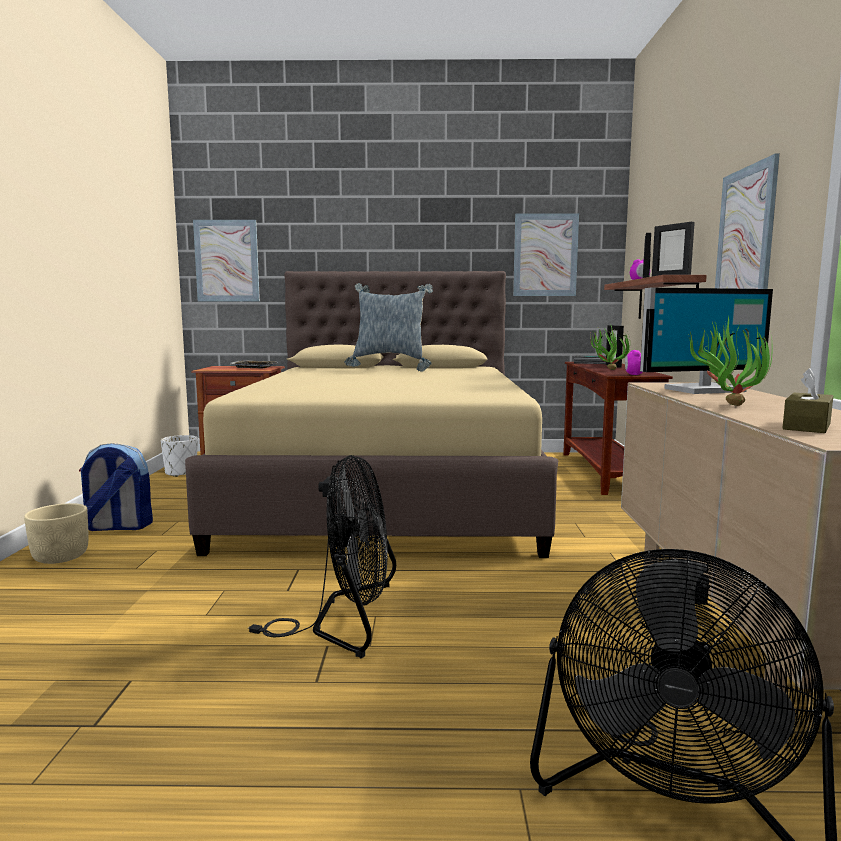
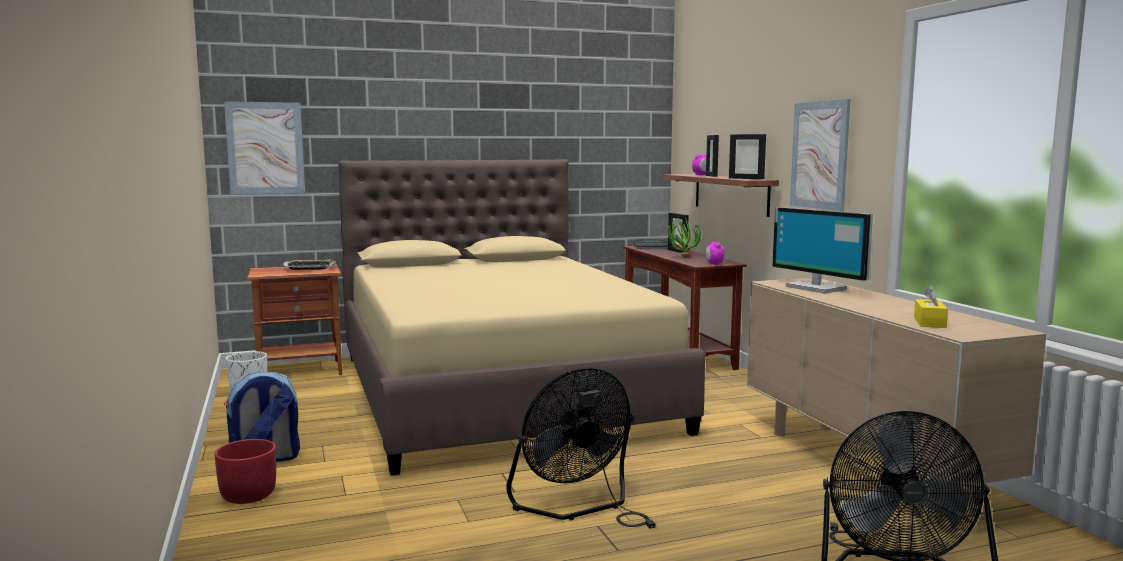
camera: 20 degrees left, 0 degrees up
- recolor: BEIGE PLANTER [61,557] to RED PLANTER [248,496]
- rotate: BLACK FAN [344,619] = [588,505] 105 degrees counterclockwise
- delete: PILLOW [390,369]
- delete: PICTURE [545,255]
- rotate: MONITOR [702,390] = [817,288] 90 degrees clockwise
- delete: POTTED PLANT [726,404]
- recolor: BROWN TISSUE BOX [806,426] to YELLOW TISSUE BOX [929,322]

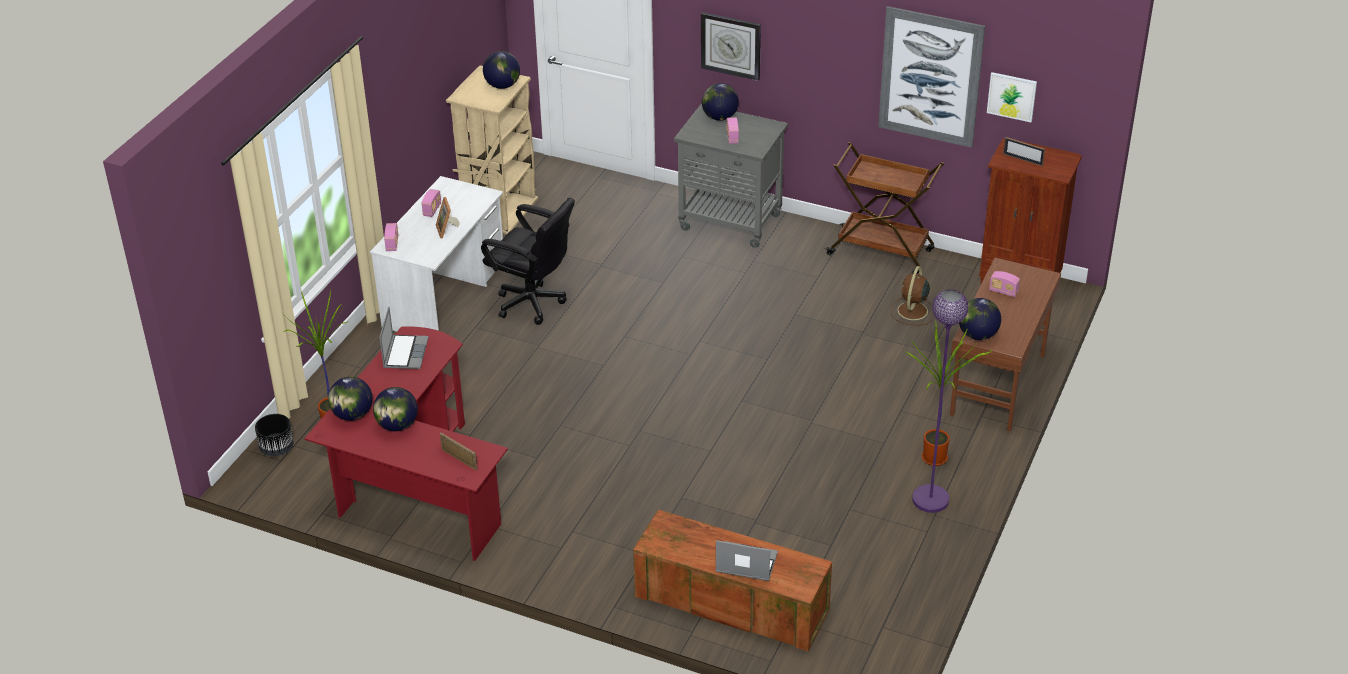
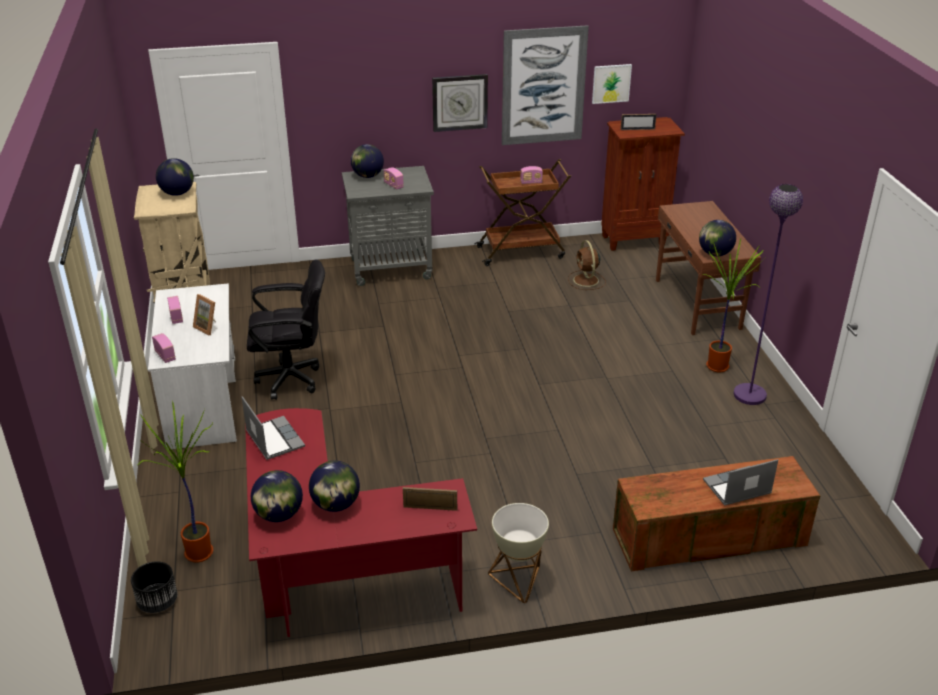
camera: 35 degrees left, 5 degrees down
- move: WALL CLOCK [731,45] to [460,102]
- move: RADIO [1003,291] to [531,182]
- insert: PLANTER [518,580]

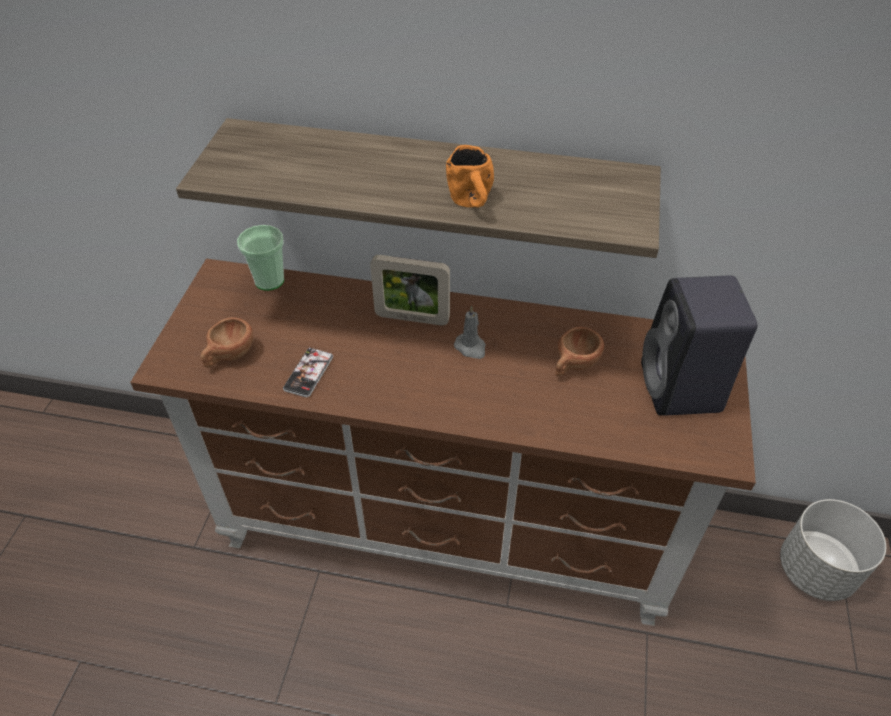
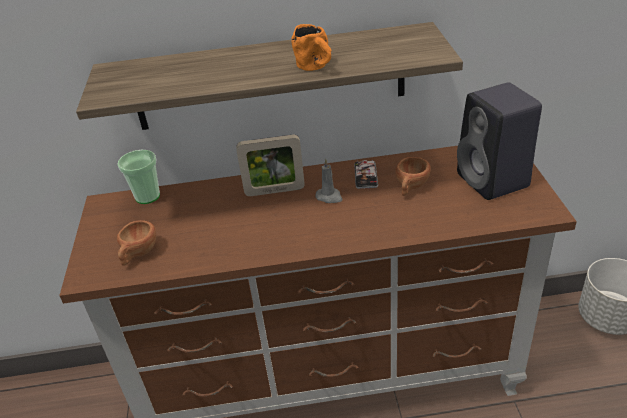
camera: 15 degrees left, 10 degrees down
- move: PHONE [308,373] to [365,175]

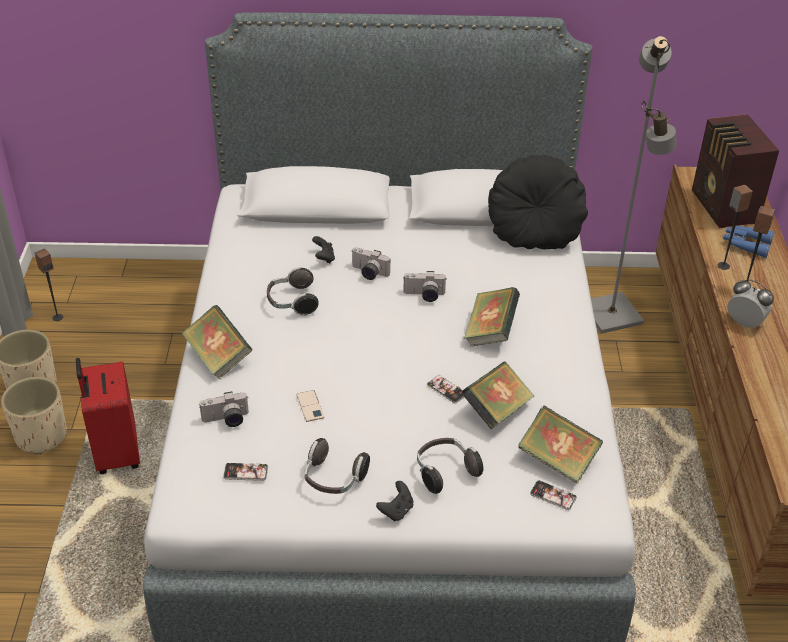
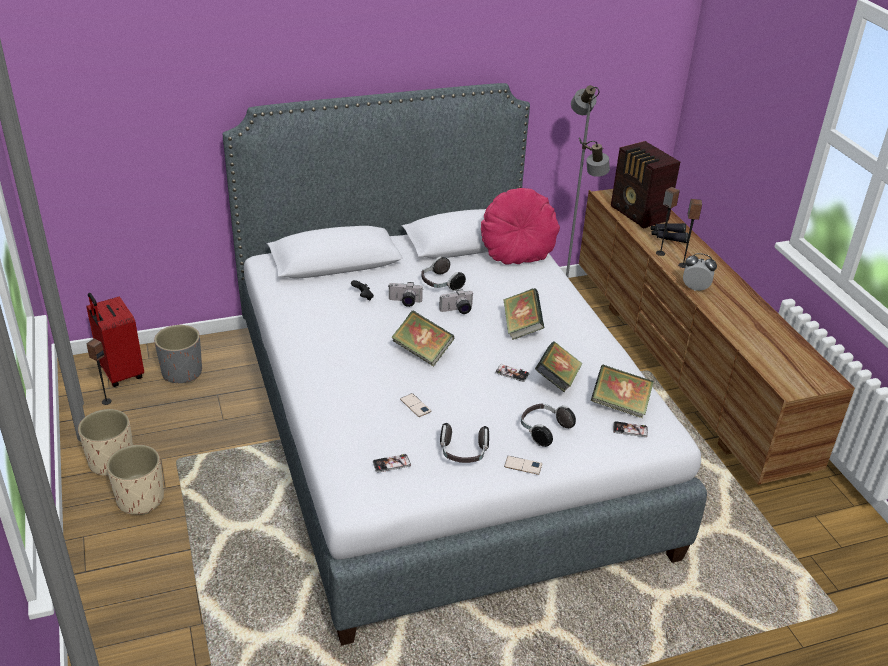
camera: 20 degrees left, 5 degrees down
- move: RED SUITCASE [115,454] to [120,373]
- move: BOOK [218,357] to [422,352]
- delete: PHOTO CAMERA [226,420]
- move: HEADPHONES [292,302] to [440,284]
- replace: BLACK GAME CONTROLLER [396,511] to PHONE [523,465]
- recolor: BLACK PILLOW [533,239] to PINK PILLOW [517,257]
- recolor: BLUE BINOCULARS [746,244] to BLACK BINOCULARS [667,236]
- insert: GREY PLANTER [182,372]

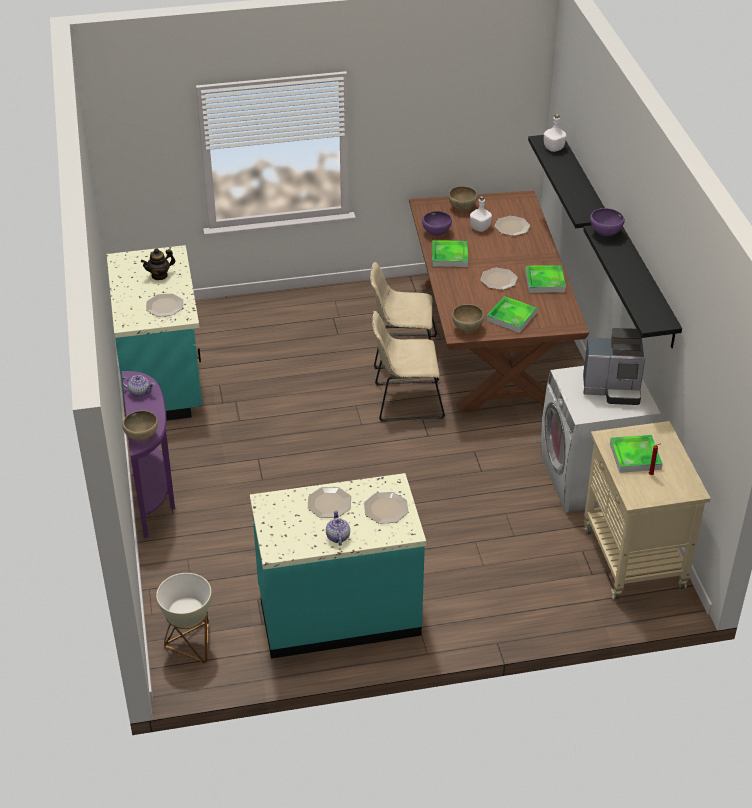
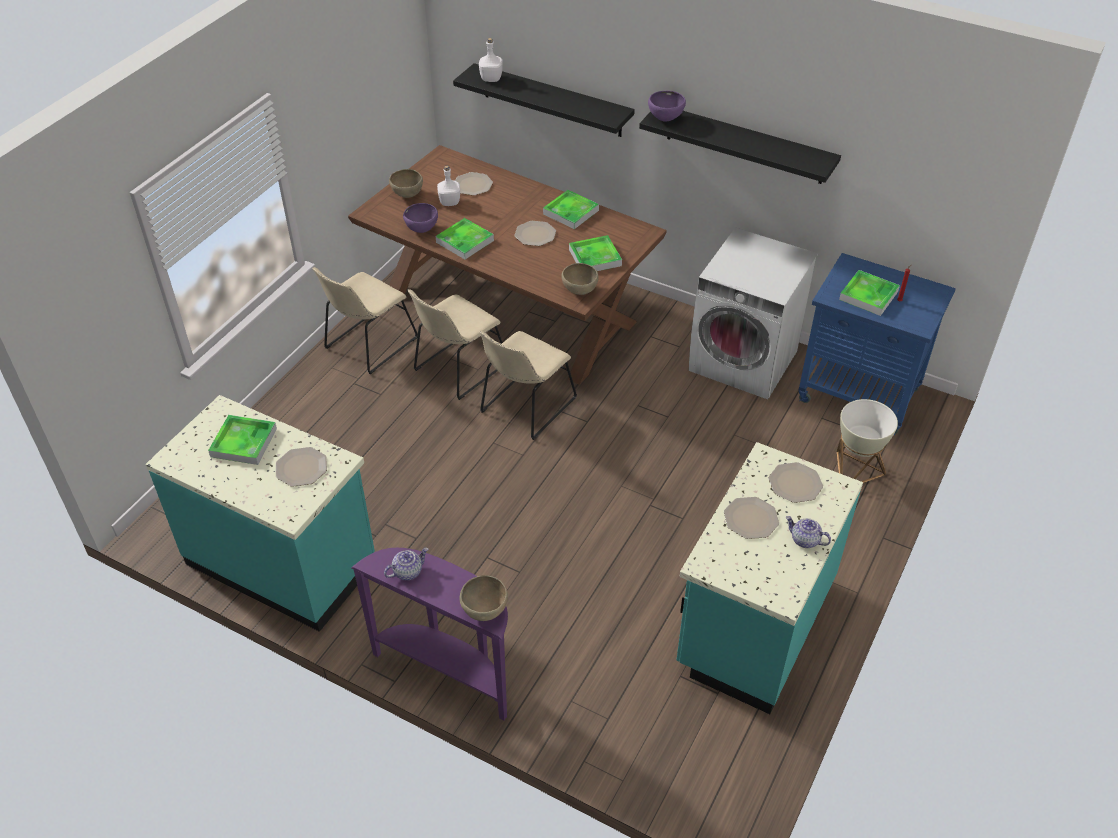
camera: 50 degrees left, 5 degrees up
- replace: TEAPOT [159,275] to TRAY [244,442]
- move: PLANTER [190,643] to [854,472]
- delete: COFFEE MACHINE [613,389]
- recolor: BEIGE CART [633,560] to BLUE CART [859,396]
- insert: BEIGE CHAIR [368,345]

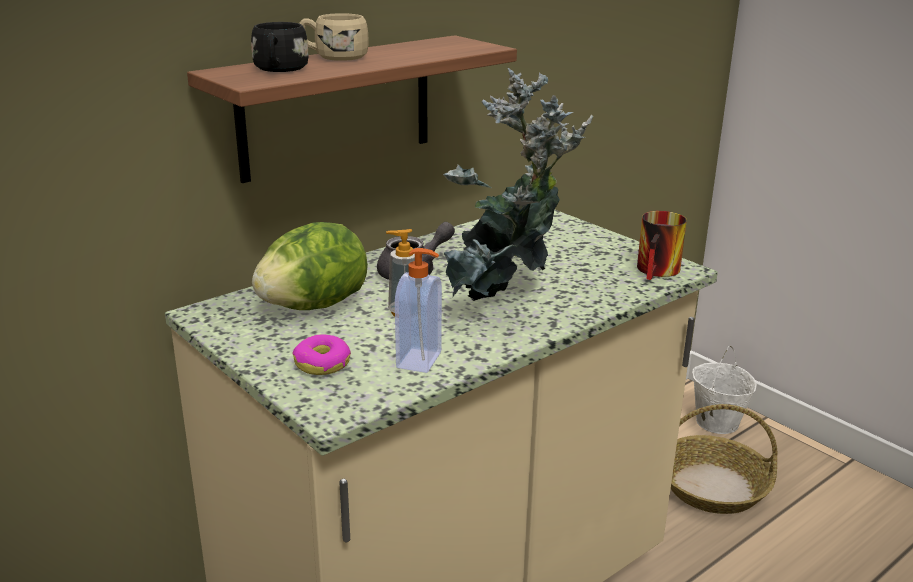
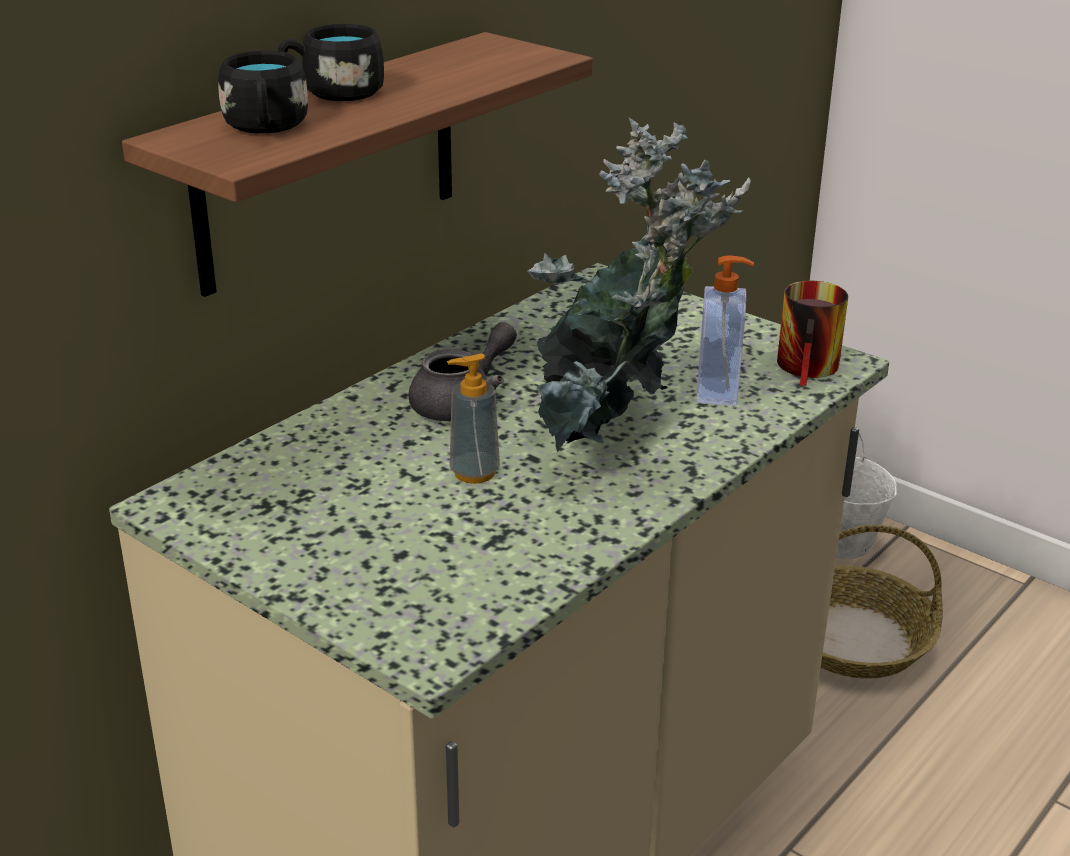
camera: 10 degrees left, 5 degrees up
- delete: LETTUCE [314,306]
- delete: DONUT [322,363]
- recolor: BEIGE MUG [334,57] to BLACK MUG [333,93]
- move: SOAP DISPENSER [420,360] to [719,392]

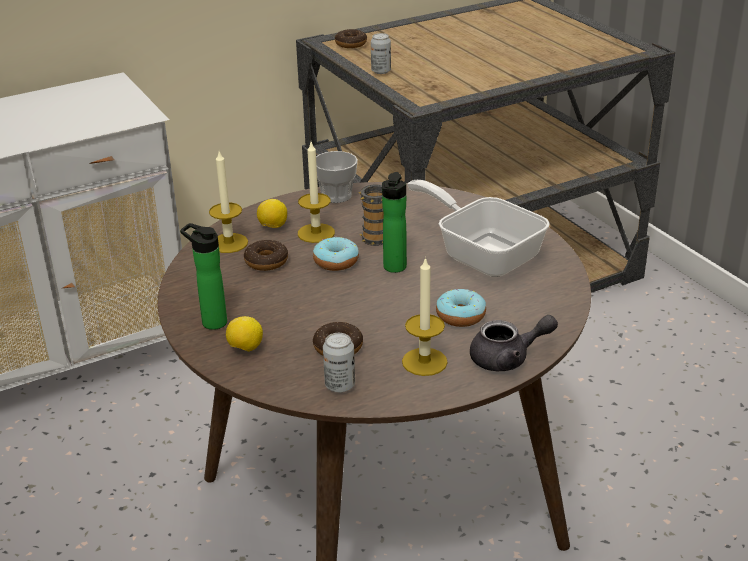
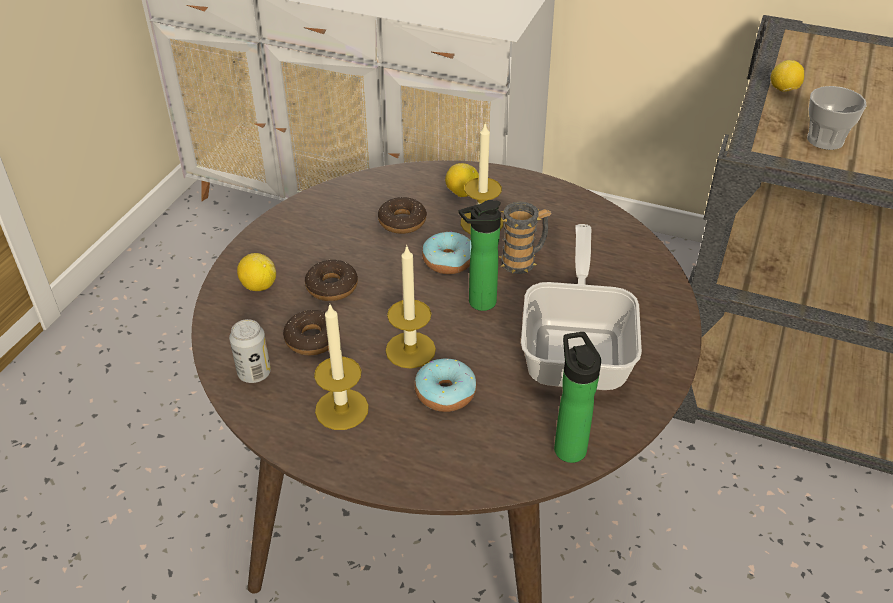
camera: 50 degrees right, 10 degrees up
- move: BOTTLE [211,321] to [568,446]
- move: CANDLE [229,243] to [410,350]
- move: CUP [336,196] to [825,140]
- move: DONUT [351,44] to [332,287]
- replace: CAN [381,71] to LEMON [784,90]
- delete: GREY TEAPOT [508,358]

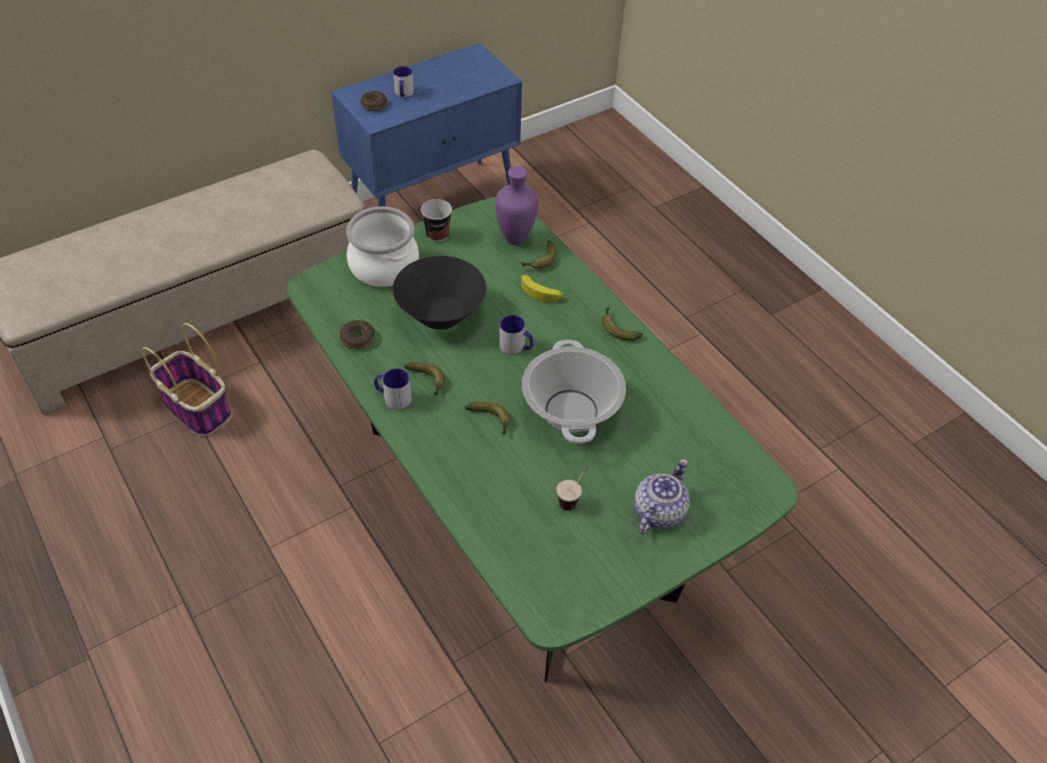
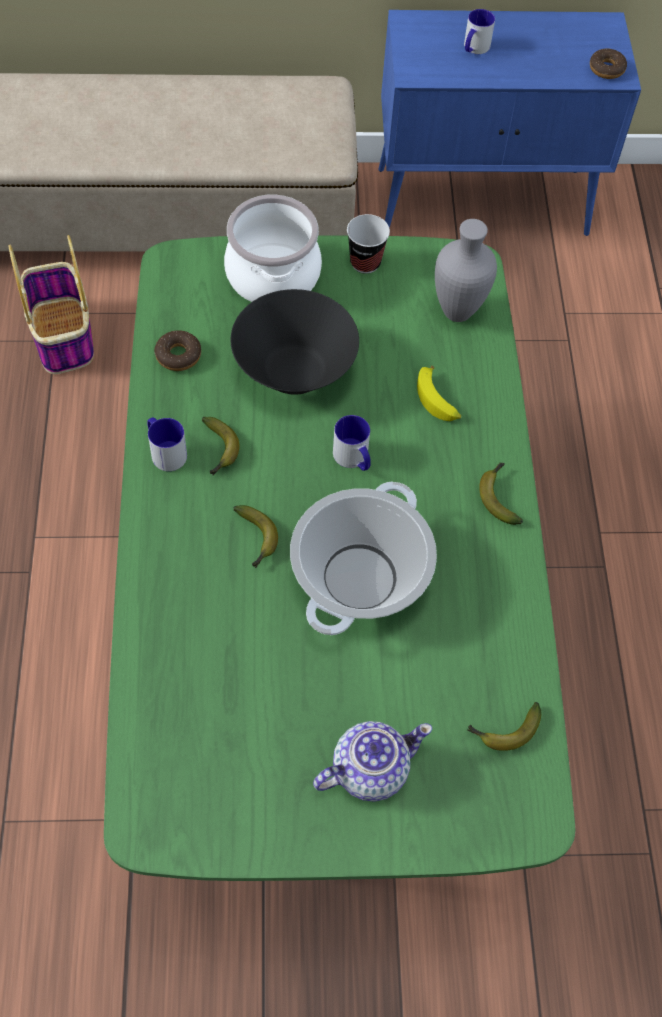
camera: 30 degrees right, 10 degrees up
- move: DONUT [374,104] to [606,69]
- recolor: PURPLE VASE [515,238] to GREY VASE [457,310]
- move: BANANA [540,261] to [504,731]
- delete: CUP [574,498]

